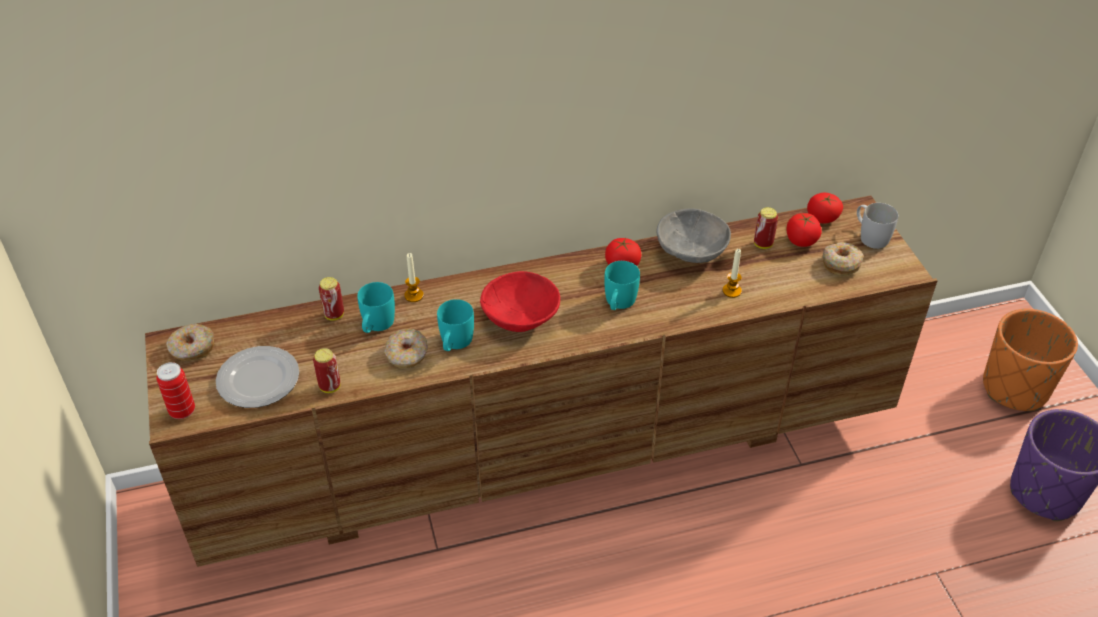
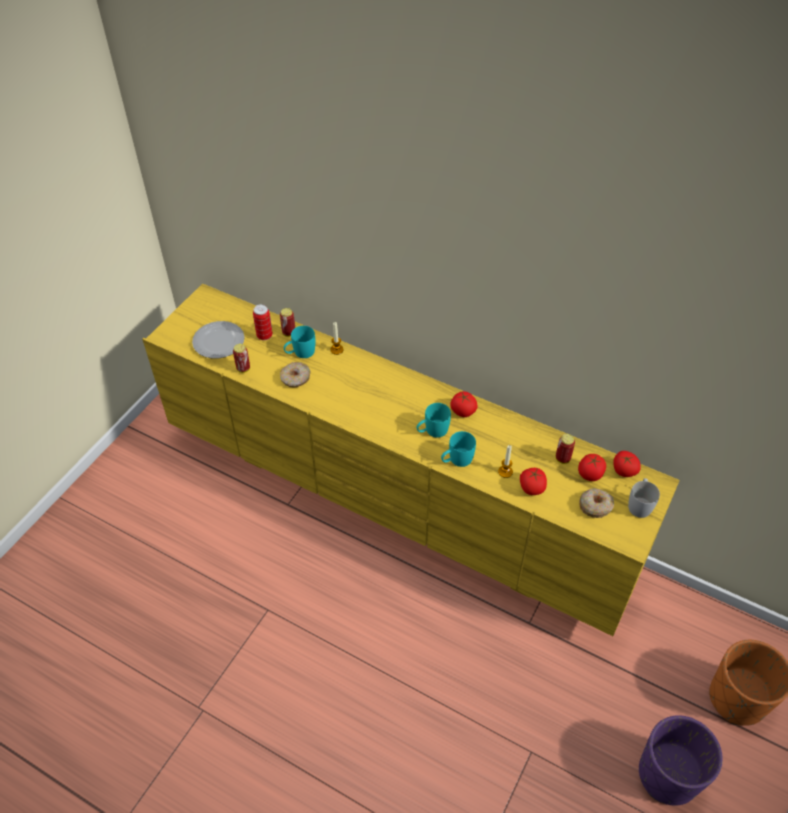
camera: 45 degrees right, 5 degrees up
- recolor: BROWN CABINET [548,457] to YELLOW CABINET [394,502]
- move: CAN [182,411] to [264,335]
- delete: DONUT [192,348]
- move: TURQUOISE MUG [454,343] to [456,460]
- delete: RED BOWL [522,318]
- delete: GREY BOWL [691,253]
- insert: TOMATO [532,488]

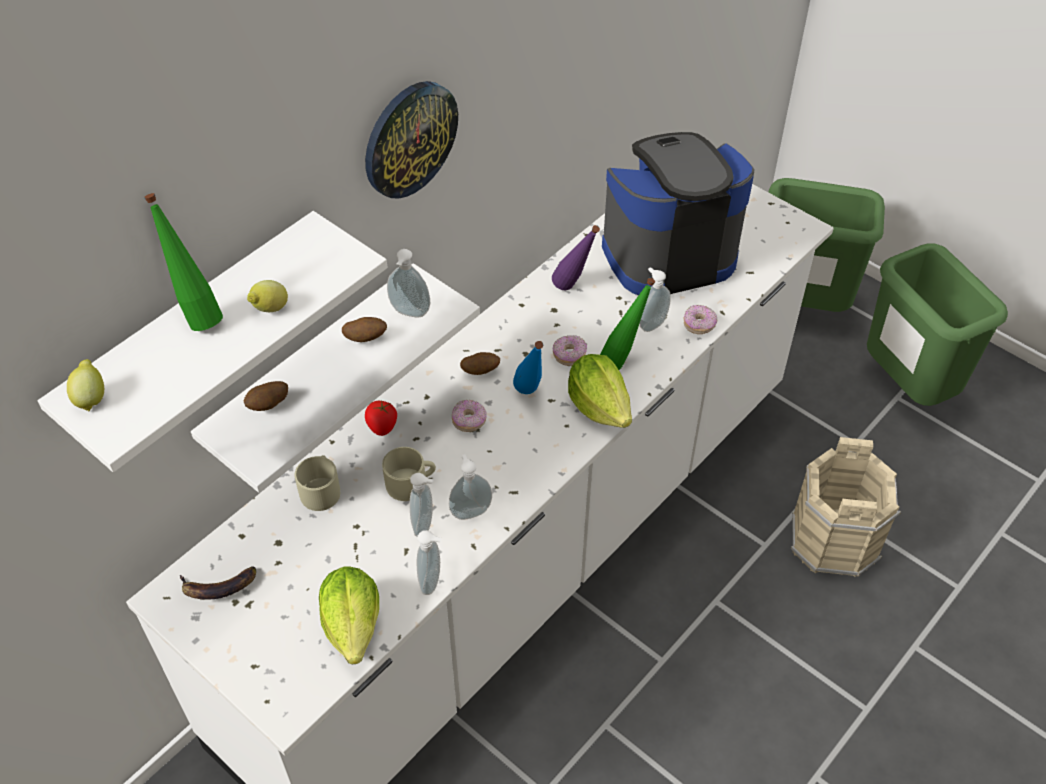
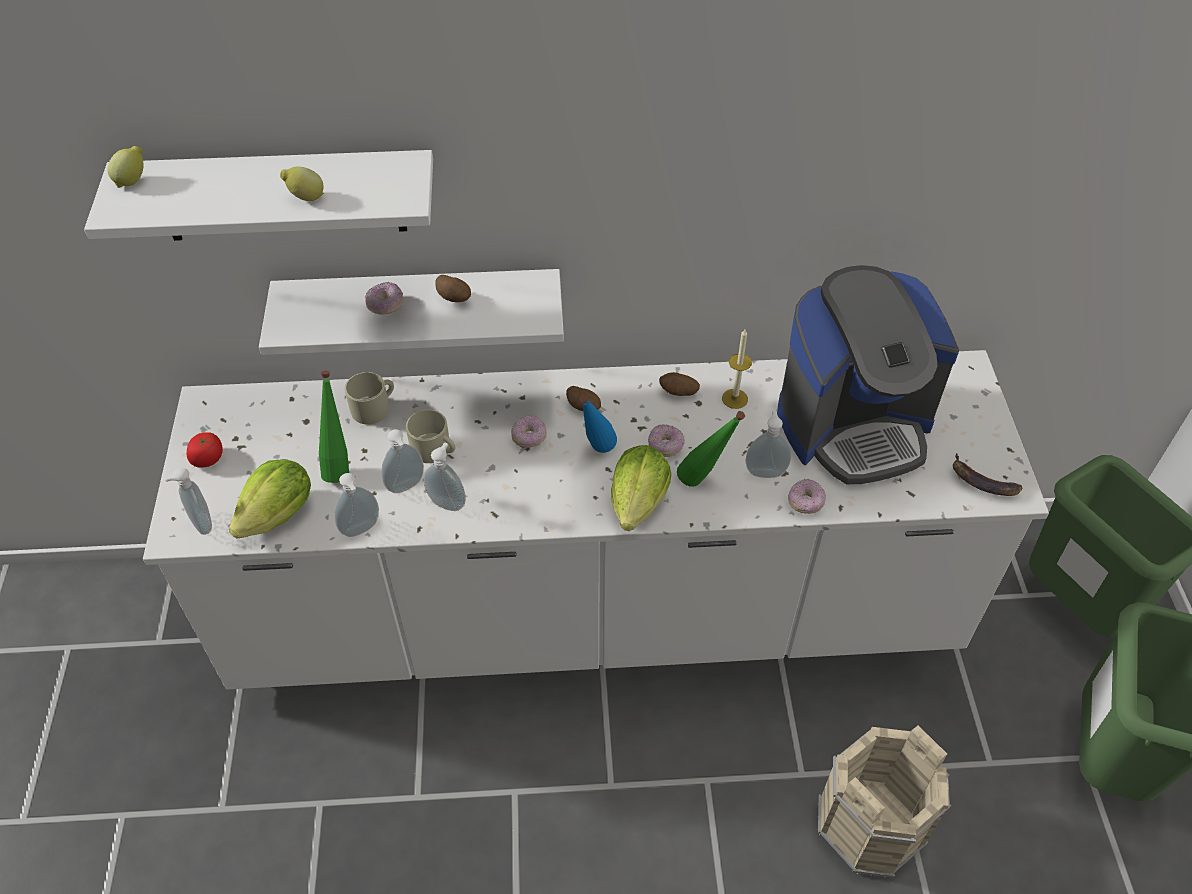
camera: 45 degrees right, 0 degrees up
- move: GREEN BOTTLE [197,314] to [339,465]
- move: BANANA [218,587] to [981,482]
- move: POTATO [268,405] to [678,393]
- delete: WALL CLOCK [409,139]
- move: TOMATO [382,426] to [208,459]
- move: SOAP DISPENSER [409,313] to [201,524]
- replace: PURPLE BOTTLE [574,289] to CANDLE [735,398]
- rotate: COFFEE MACHINE [668,253] = [853,425] 135 degrees clockwise
- insert: DONUT [385,305]

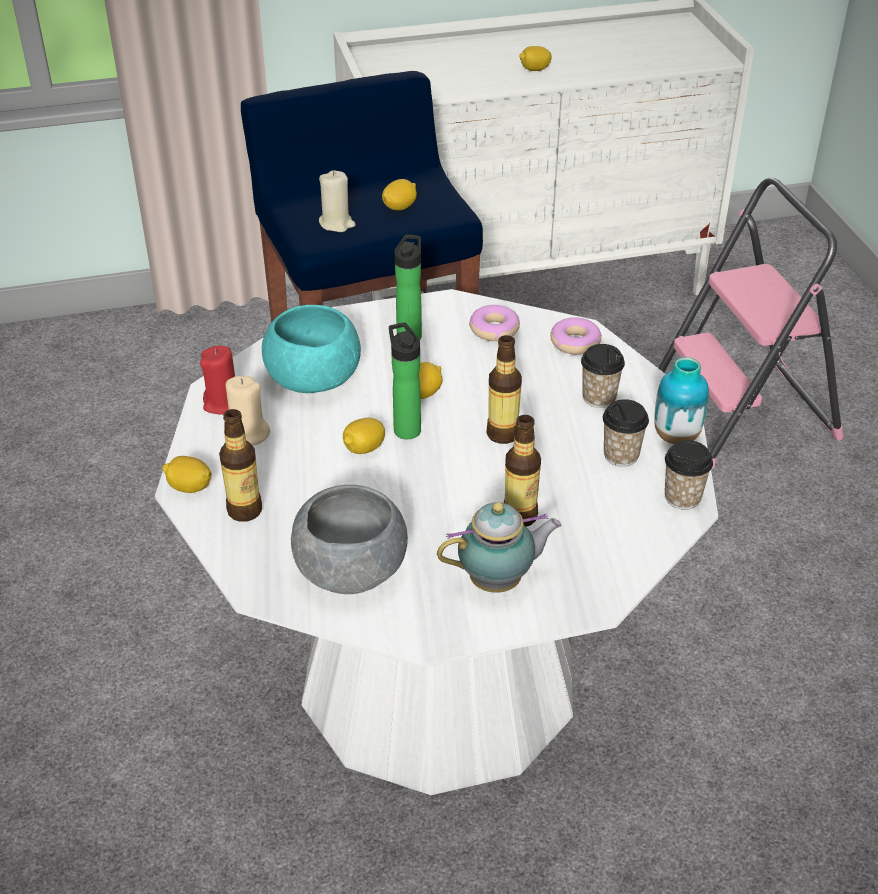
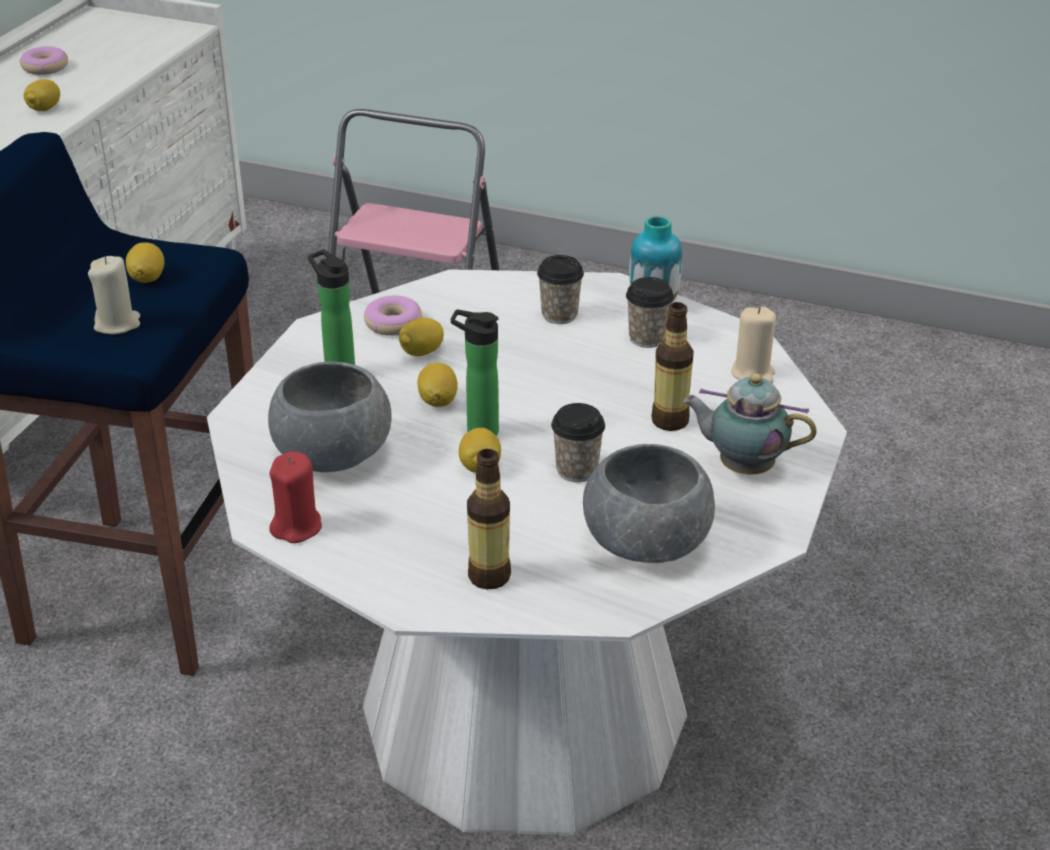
camera: 55 degrees left, 5 degrees down
- move: LEMON [189,488] to [421,352]
- move: BEIGE CANDLE [248,435] to [753,373]
- recolor: TURQUOISE BOWL [314,379] to GREY BOWL [332,454]
- rotate: TEAPOT [499,582] = [742,467] 90 degrees counterclockwise
- delete: BOTTLE [502,434]
- move: DONUT [575,343] to [45,68]
- move: CUP [682,497] to [577,470]

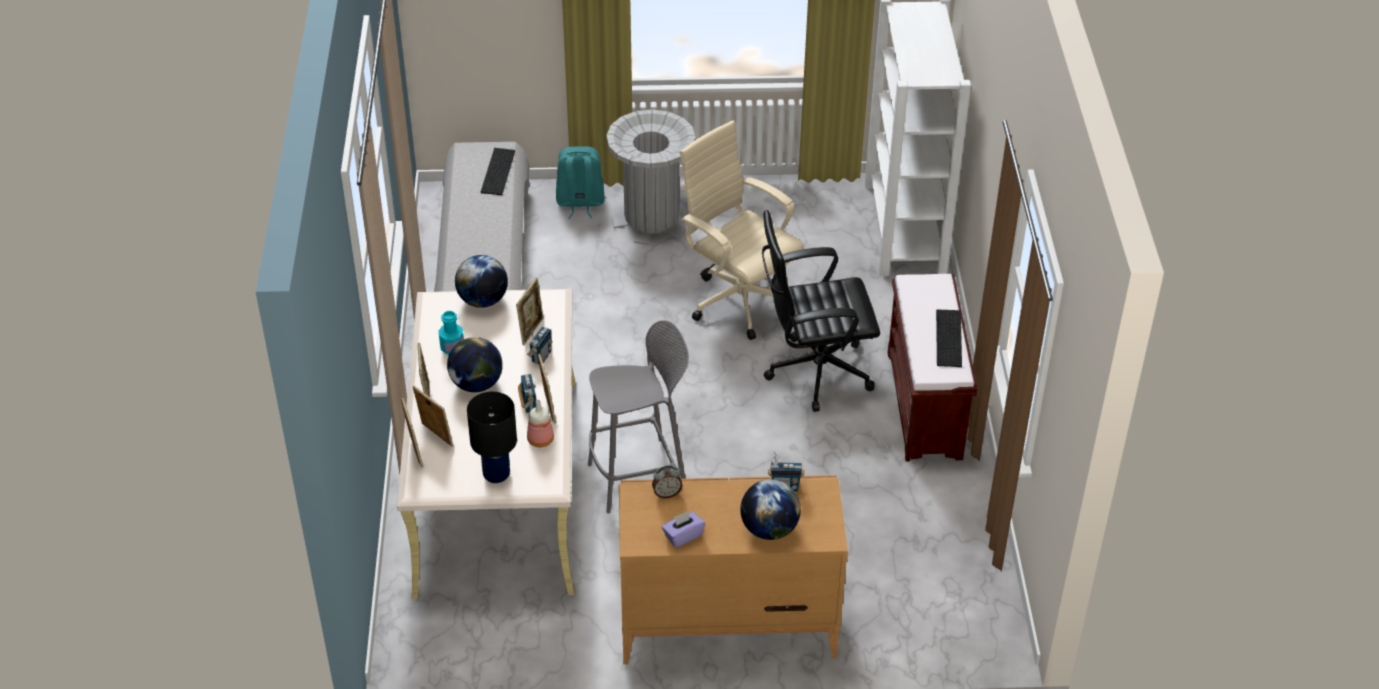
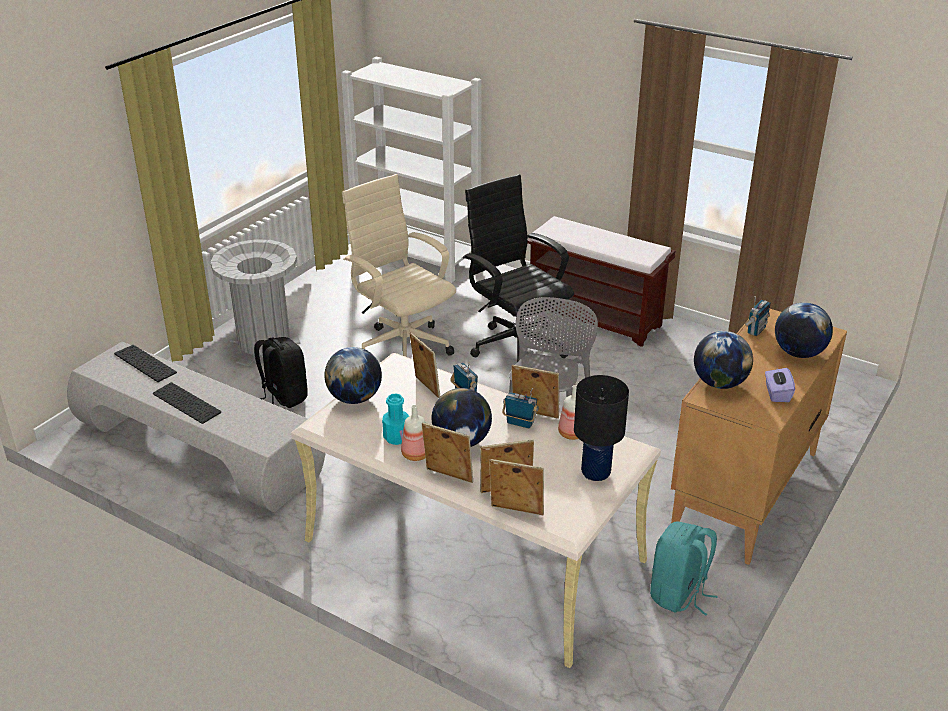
camera: 55 degrees left, 10 degrees down
- move: TURQUOISE BACKPACK [580,203] to [679,594]
- replace: ALARM CLOCK [667,494] to GLOBE [719,383]
- rotate: BEIGE OFFICE CHAIR [738,300] = [402,345] 60 degrees clockwise
- rotate: BLACK OFFICE CHAIR [814,373] = [515,346] 120 degrees clockwise
- move: KEYBOARD [950,339] to [188,402]
- insert: BLACK BACKPACK [283,397]
- insert: BOTTLE [416,455]

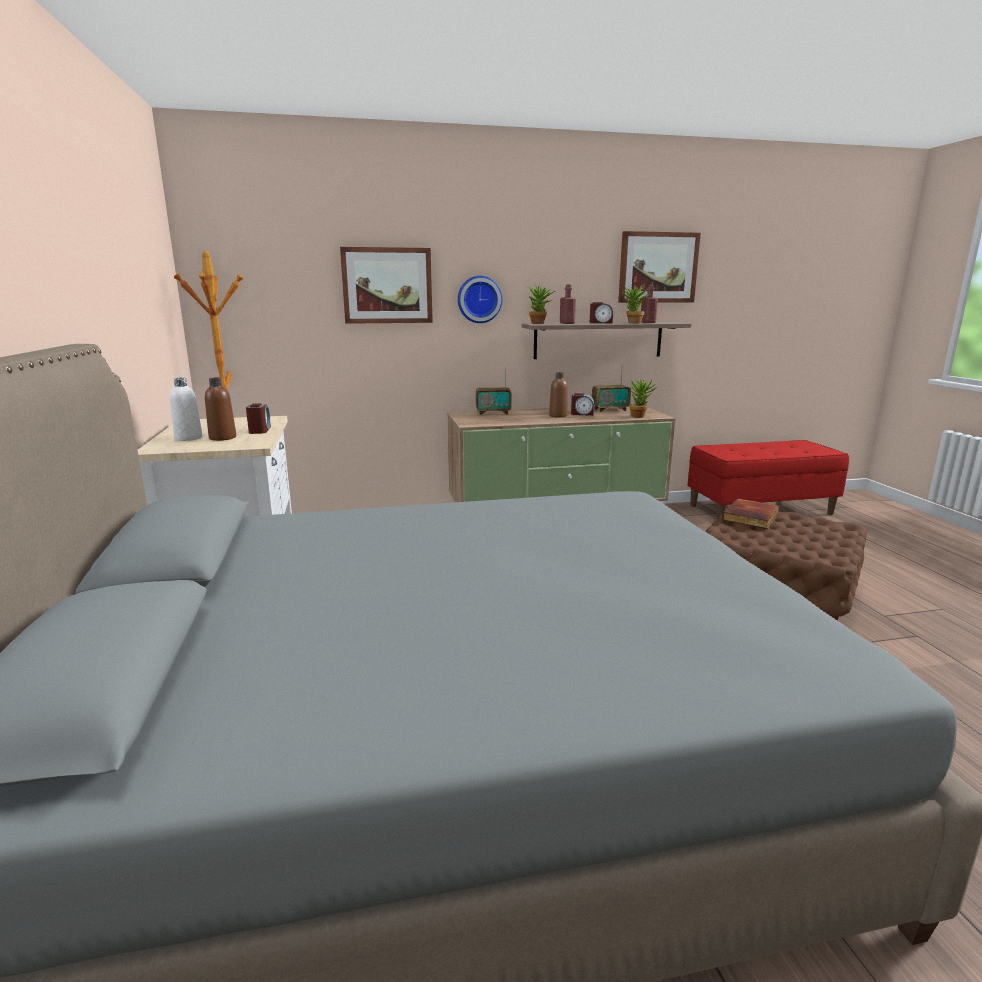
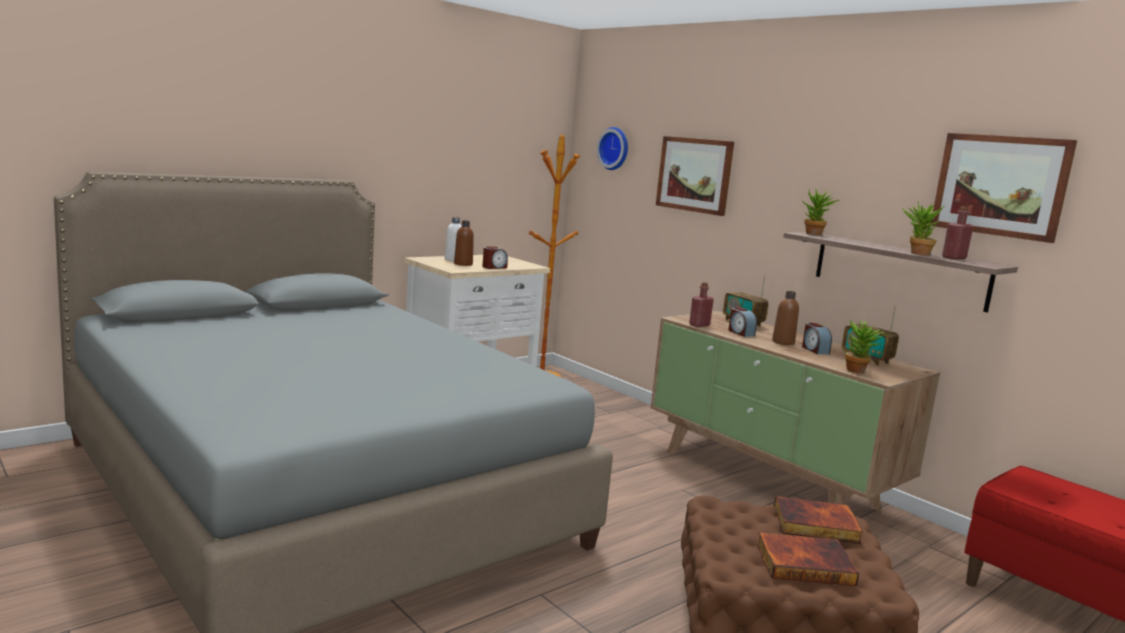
camera: 60 degrees right, 5 degrees down
- move: WALL CLOCK [479,299] to [615,148]
- move: RED BOTTLE [567,323] to [699,325]
- move: ALARM CLOCK [600,323] to [740,333]
- insert: BOOK [804,563]

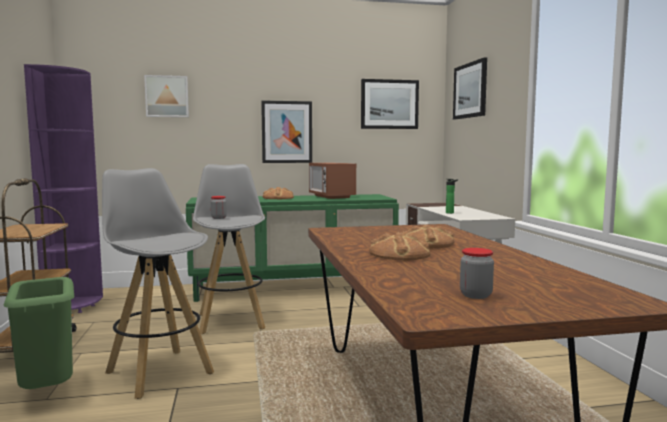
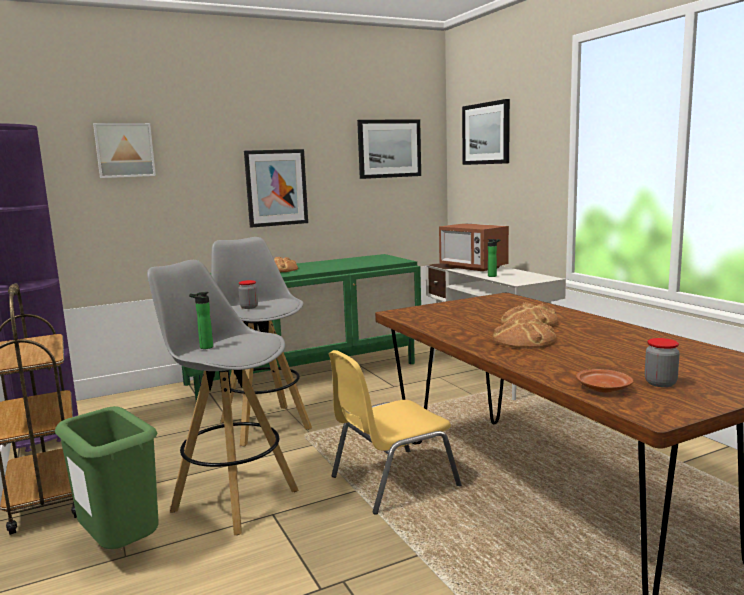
camera: 15 degrees left, 5 degrees up
- move: MICROWAVE [331,196] to [473,267]
- insert: BOTTLE [204,347]
- insert: YELLOW CHAIR [391,481]
- insert: BROWN PLATE [602,388]

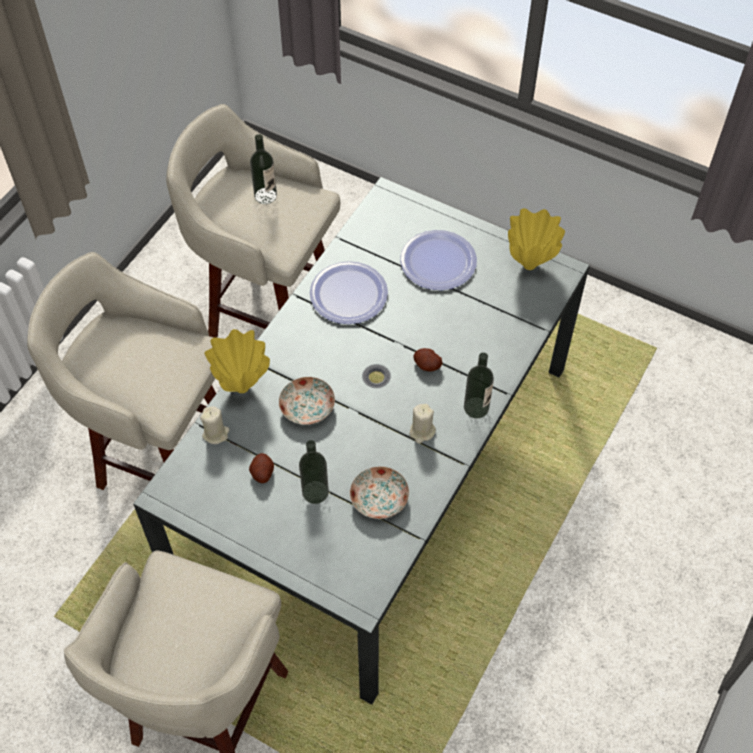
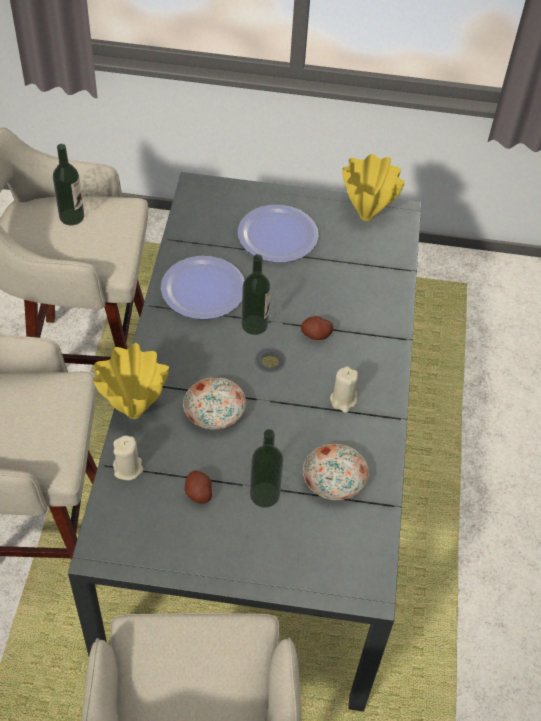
camera: 25 degrees left, 5 degrees down
- move: BOTTLE [476,407] to [254,324]

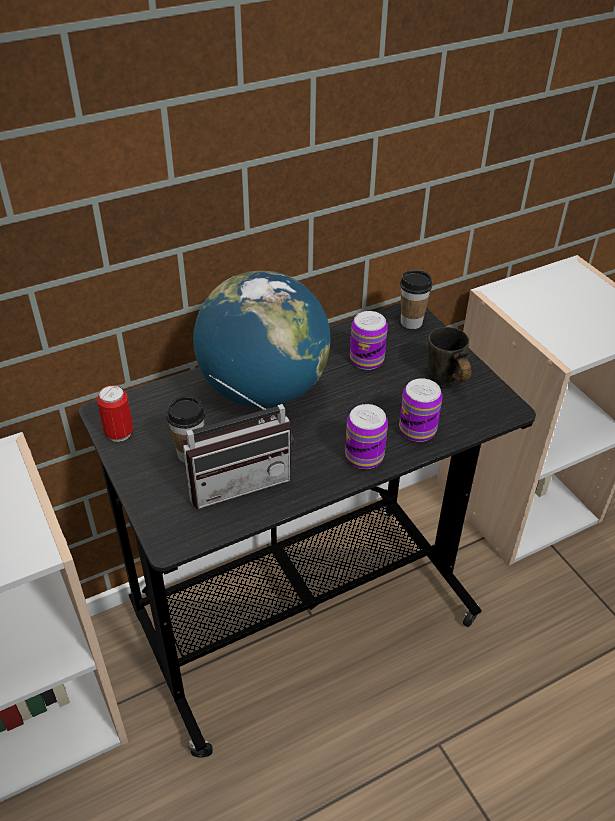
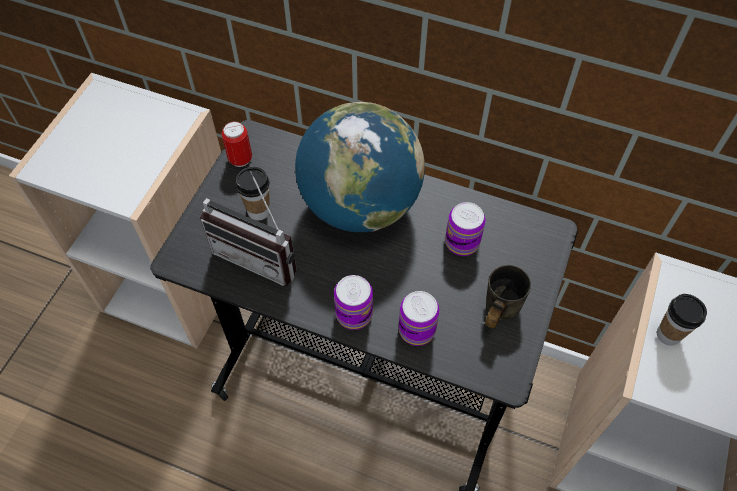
camera: 50 degrees right, 15 degrees up
- move: CUP [411,322] to [668,334]

